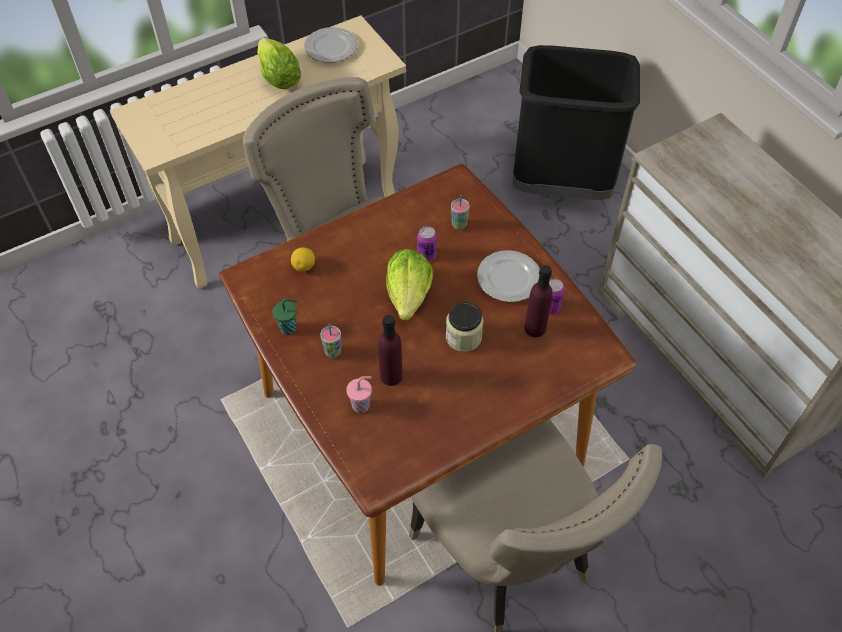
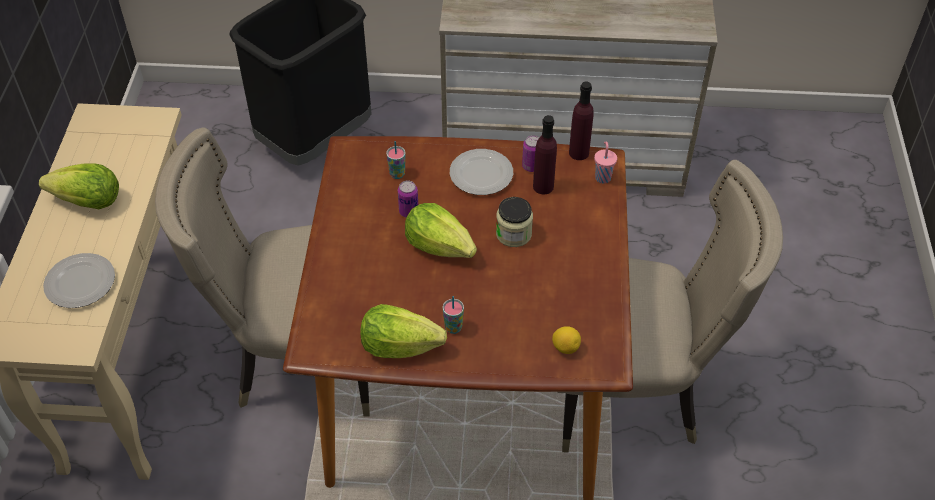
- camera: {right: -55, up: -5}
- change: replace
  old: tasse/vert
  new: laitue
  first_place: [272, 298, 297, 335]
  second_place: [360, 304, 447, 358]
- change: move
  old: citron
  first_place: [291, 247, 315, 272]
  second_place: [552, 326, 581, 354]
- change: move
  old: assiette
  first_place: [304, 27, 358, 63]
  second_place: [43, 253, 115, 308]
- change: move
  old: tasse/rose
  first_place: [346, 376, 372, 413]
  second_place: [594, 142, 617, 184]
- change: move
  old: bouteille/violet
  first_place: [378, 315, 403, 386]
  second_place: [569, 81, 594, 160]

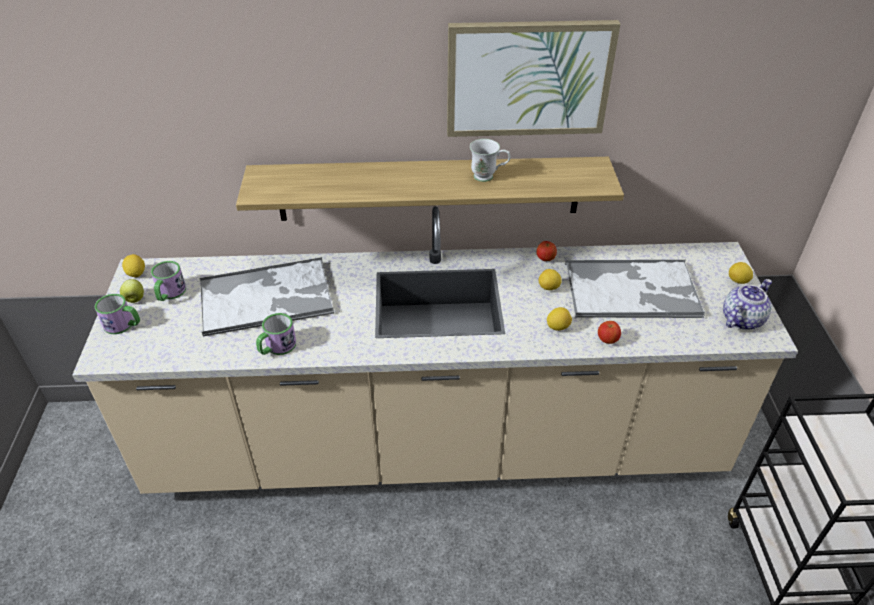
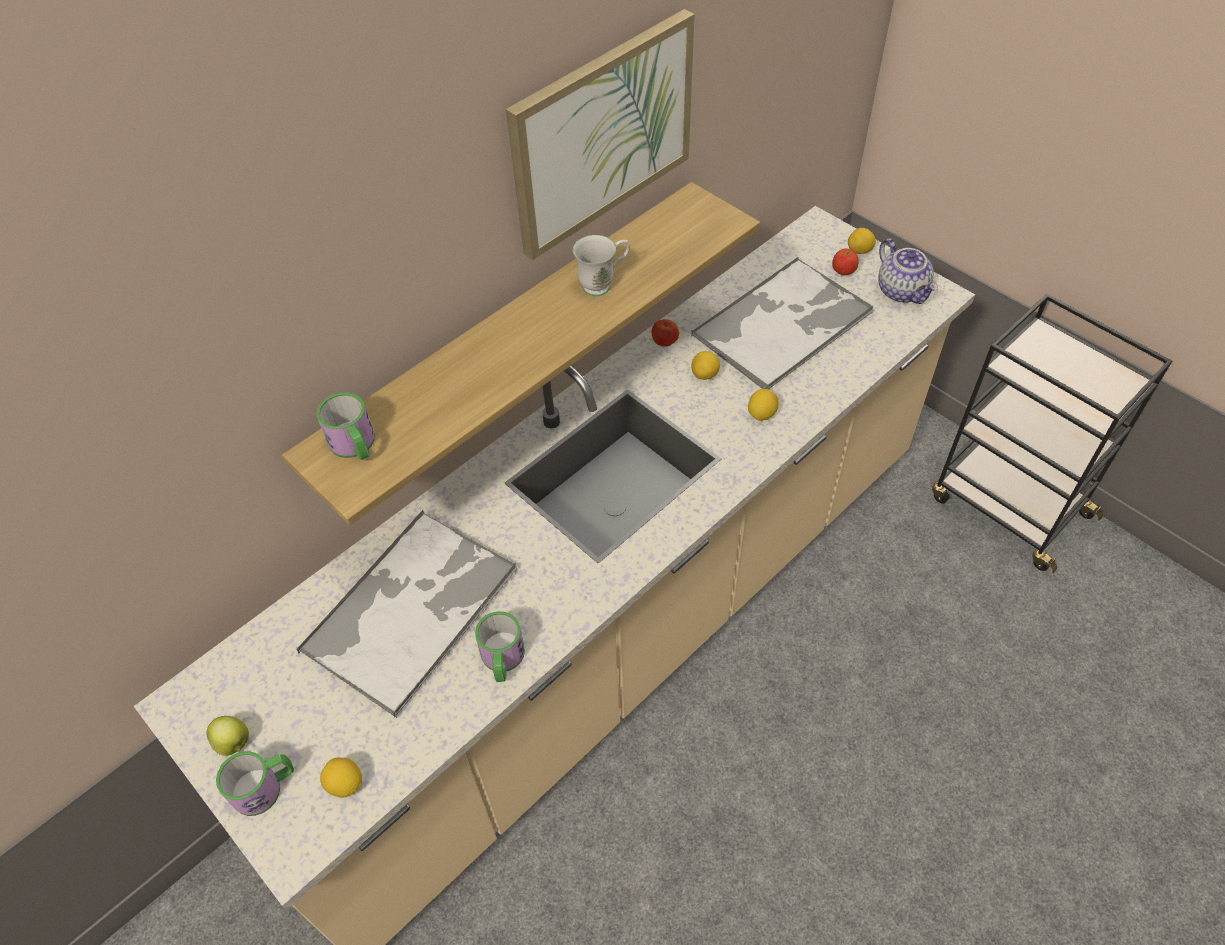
- camera: {right: -40, up: 10}
- change: move
  old: citron
  first_place: [122, 254, 145, 277]
  second_place: [320, 758, 362, 798]
- change: move
  old: mug
  first_place: [151, 261, 186, 301]
  second_place: [317, 392, 375, 460]
- change: move
  old: pomme
  first_place: [598, 321, 621, 344]
  second_place: [832, 248, 858, 275]
- change: rotate
  old: théière
  first_place: [723, 279, 772, 330]
  second_place: [878, 239, 938, 304]
  degrees: 150

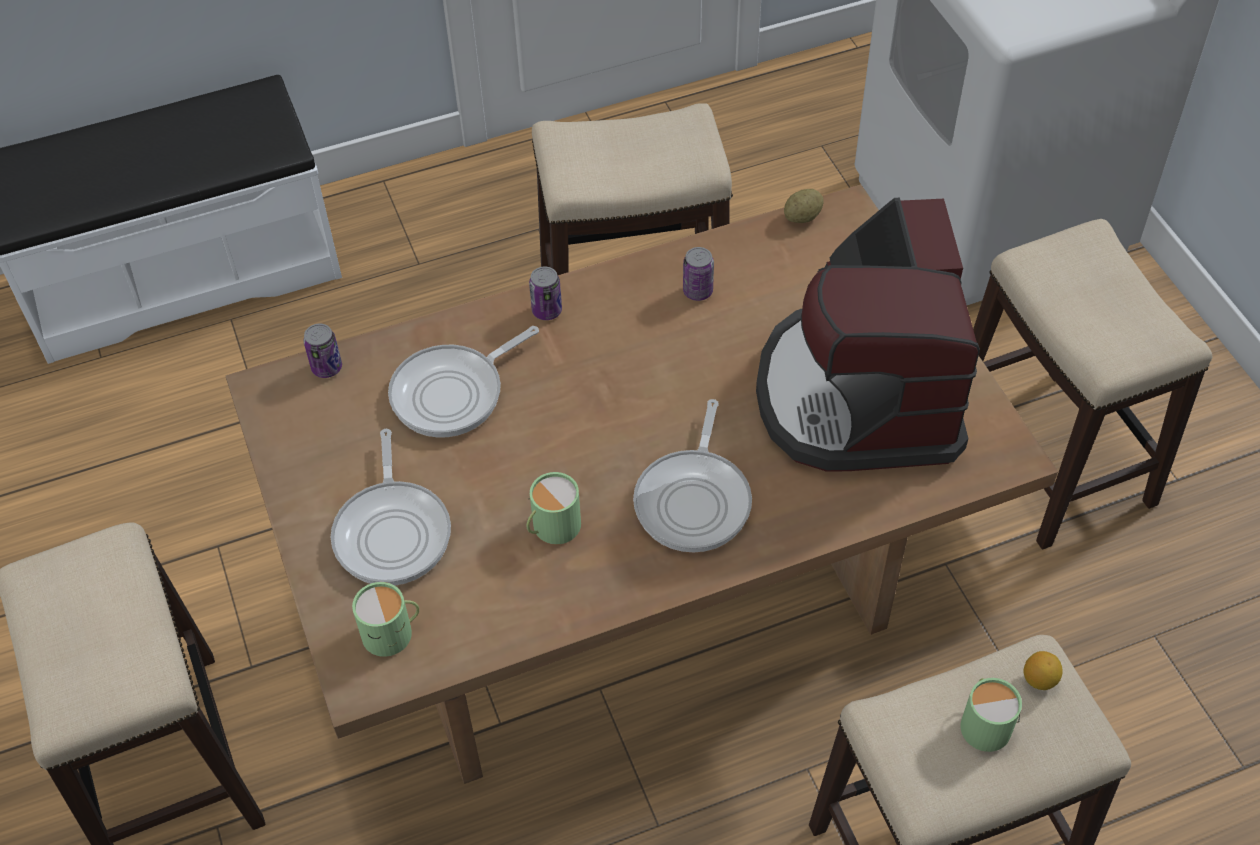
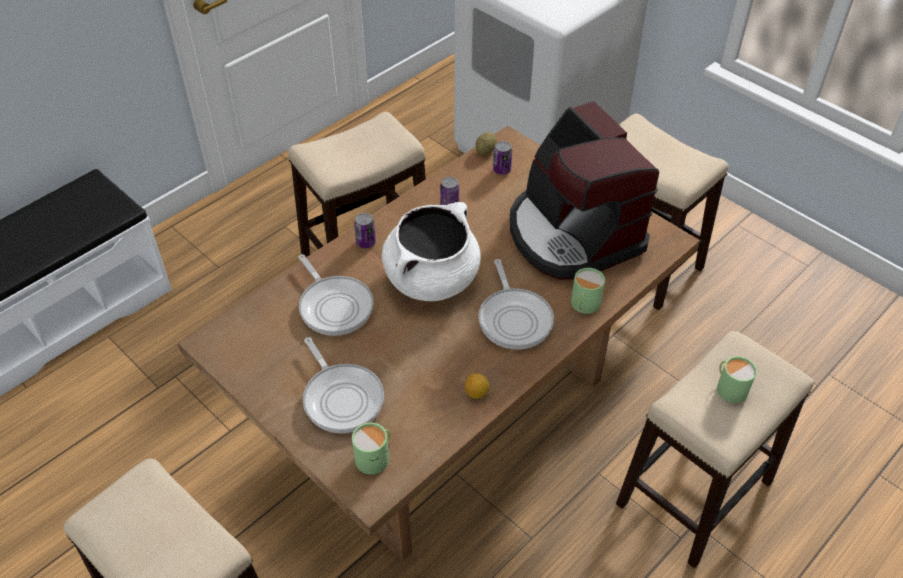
- camera: {right: -25, up: -5}
- change: move
  old: boîte métallique
  first_place: [304, 324, 342, 378]
  second_place: [493, 141, 512, 175]
- change: rotate
  old: poêle
  first_place: [388, 326, 539, 437]
  second_place: [298, 254, 374, 336]
  degrees: -60
- change: move
  old: mug/vert
  first_place: [527, 472, 581, 545]
  second_place: [571, 268, 605, 314]
- change: move
  old: citron
  first_place: [1024, 651, 1063, 690]
  second_place: [465, 373, 489, 399]
- change: insert
  new: marmite/blanc
  second_place: [382, 202, 481, 301]

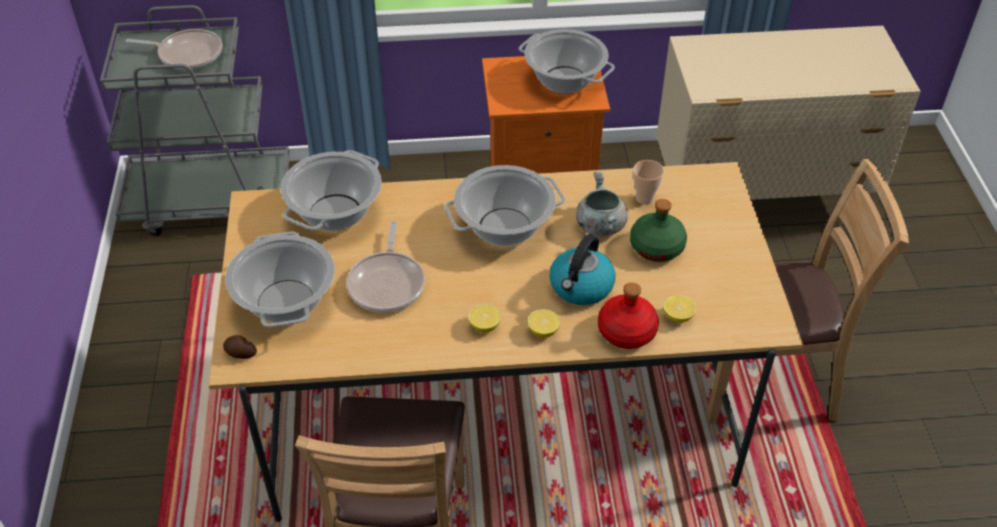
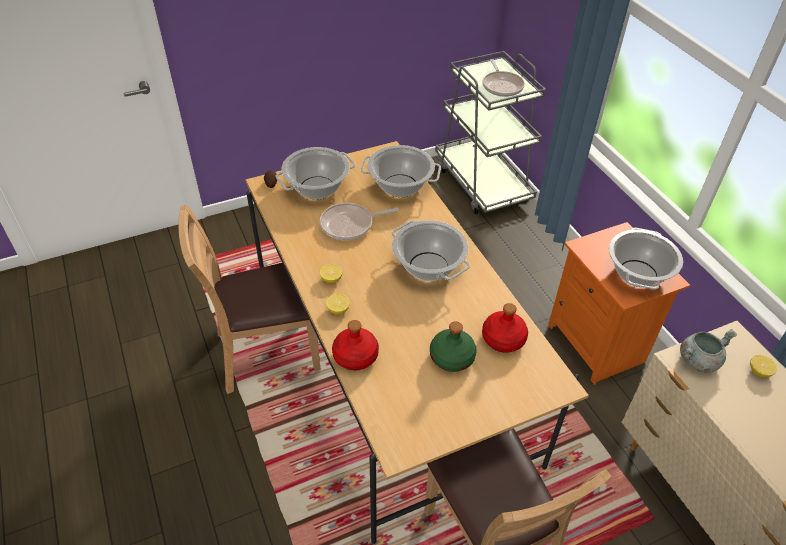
- camera: {right: 70, up: 0}
- change: delete
  old: bouilloire
  first_place: [549, 234, 615, 305]
- change: move
  old: marmite/gris
  first_place: [576, 172, 628, 236]
  second_place: [680, 329, 737, 373]
- change: replace
  old: tasse
  new: bouteille/rouge
  first_place: [633, 160, 664, 205]
  second_place: [482, 303, 528, 353]
- change: move
  old: citron
  first_place: [663, 295, 696, 323]
  second_place: [750, 355, 777, 377]

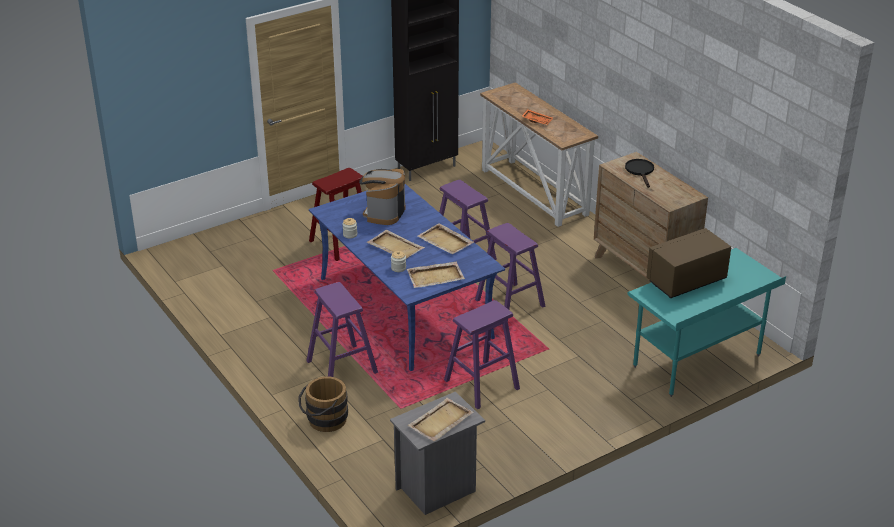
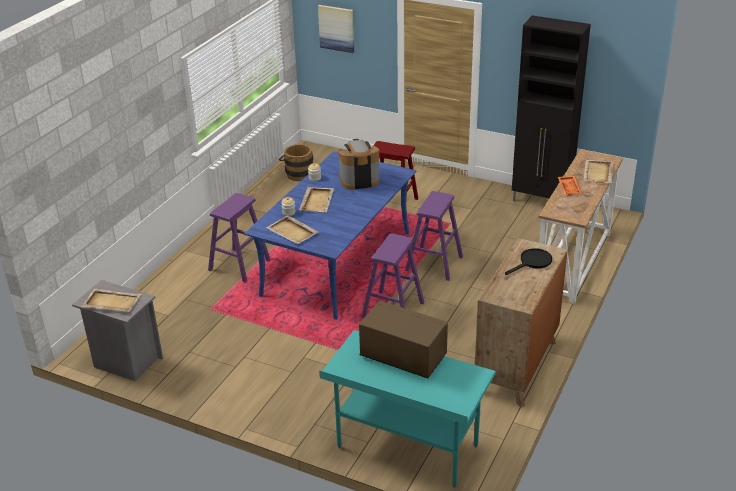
- camera: {right: 60, up: 0}
- change: move
  old: seau/marron
  first_place: [298, 377, 348, 432]
  second_place: [279, 144, 313, 181]
- change: move
  old: plateau/beige
  first_place: [417, 223, 474, 254]
  second_place: [583, 160, 613, 183]
- change: delete
  old: tabouret/violet
  first_place: [444, 300, 520, 410]
- change: insert
  new: tableau
  second_place: [318, 5, 354, 53]

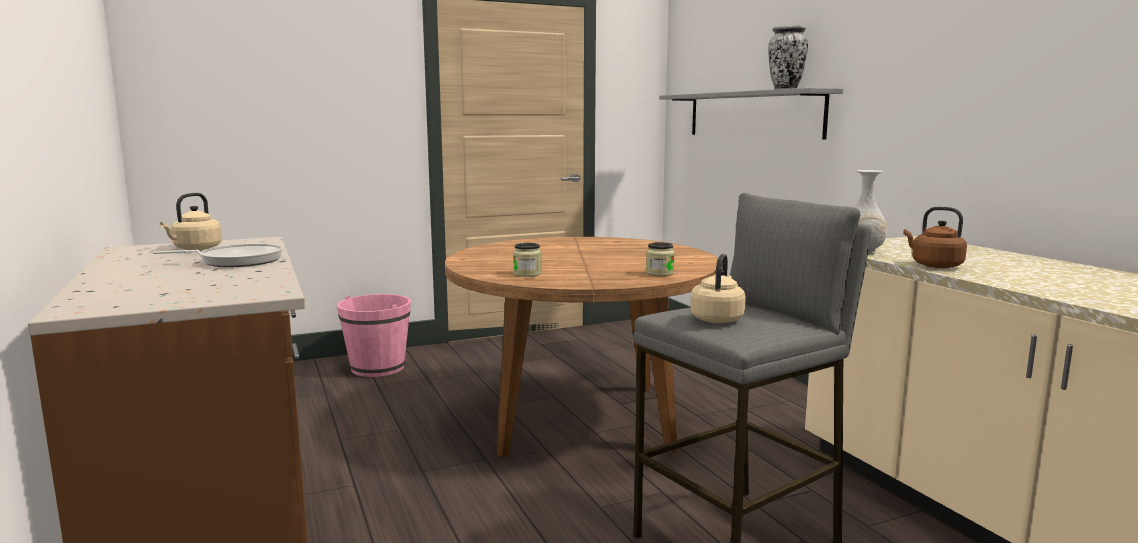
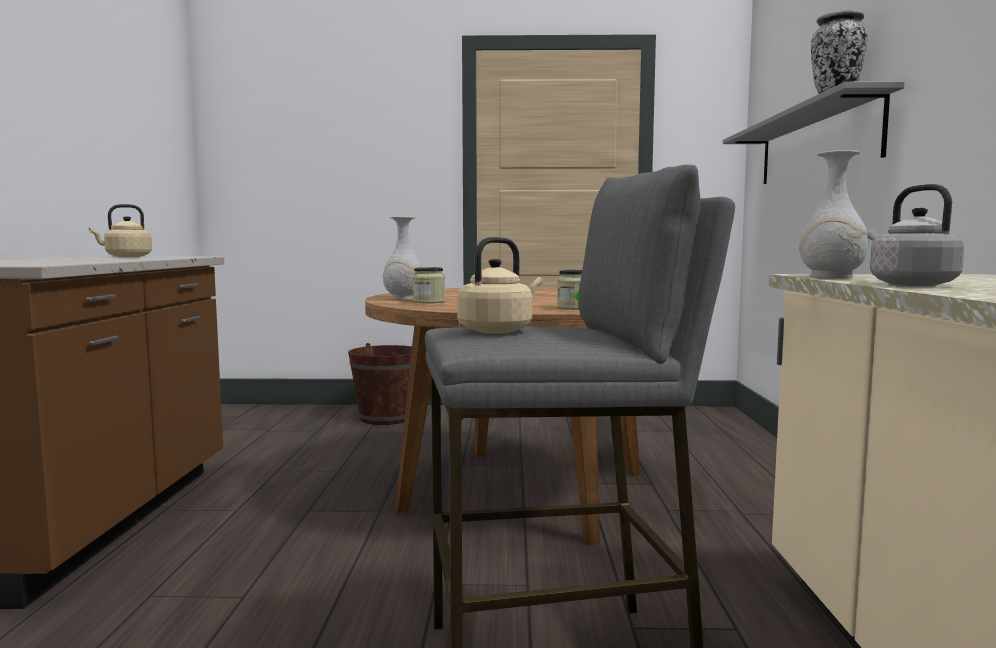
- camera: {right: 25, up: -5}
- change: delete
  old: poêle
  first_place: [152, 244, 283, 267]
- change: recolor
  old: seau/rose
  new: seau/marron
  first_place: [337, 294, 411, 377]
  second_place: [348, 343, 412, 425]
- change: recolor
  old: bouilloire/marron
  new: bouilloire/gris
  first_place: [903, 207, 967, 268]
  second_place: [867, 184, 964, 286]
- change: insert
  new: vase/blanc
  second_place: [383, 217, 422, 300]

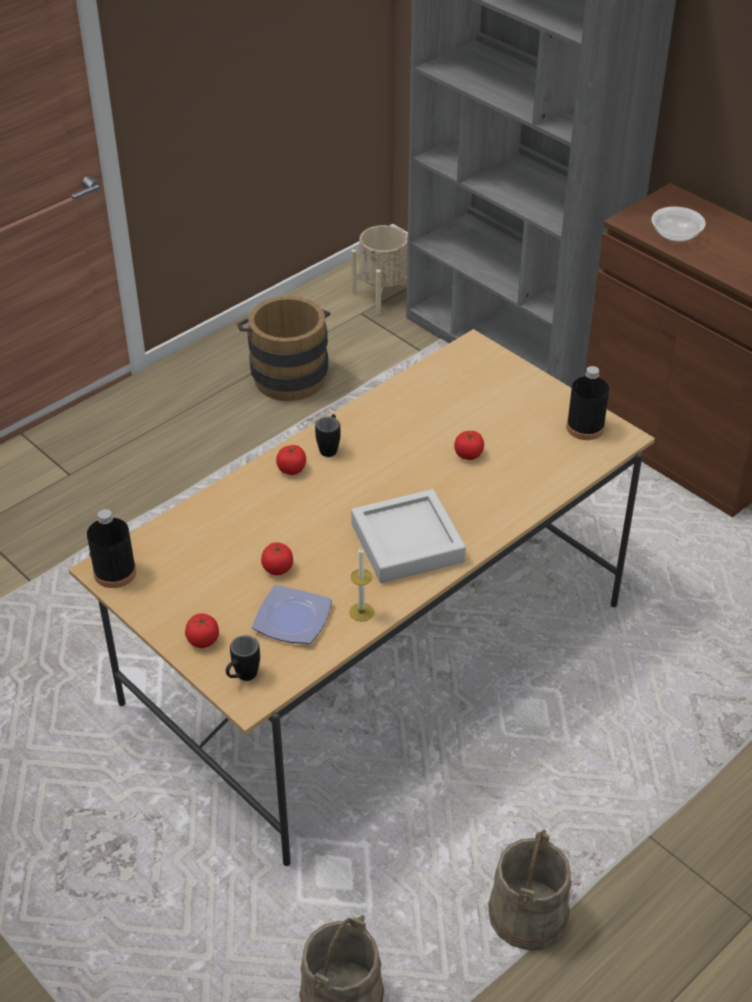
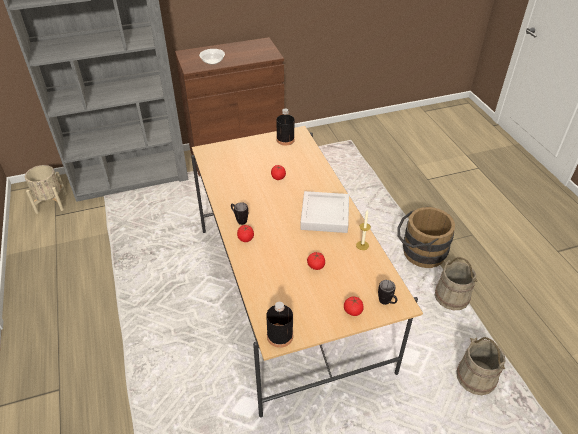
- camera: {right: -65, up: 0}
- change: move
  old: seau/marron
  first_place: [237, 296, 331, 401]
  second_place: [397, 206, 455, 268]
- change: delete
  old: assiette
  first_place: [252, 585, 332, 644]

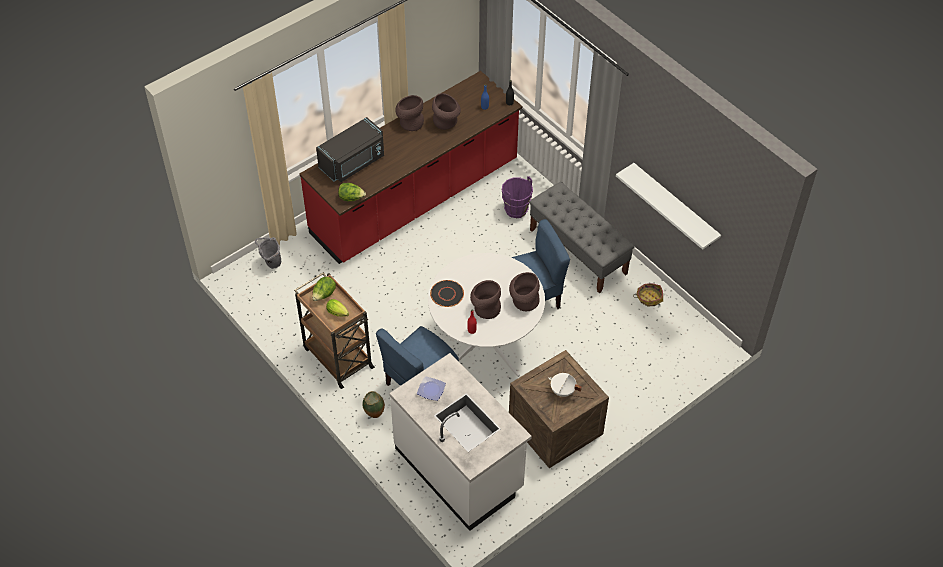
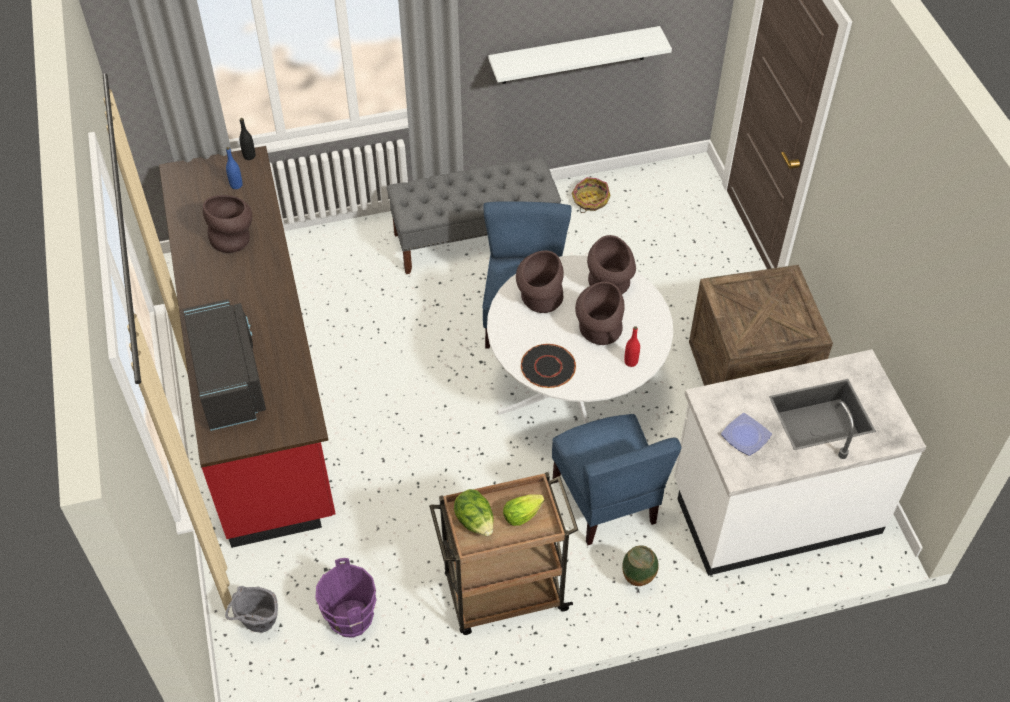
- camera: {right: -65, up: 0}
- change: delete
  old: laitue
  first_place: [338, 183, 366, 201]
- change: move
  old: vase/marron
  first_place: [395, 95, 424, 131]
  second_place: [516, 250, 564, 313]
- change: move
  old: seau/violet
  first_place: [502, 176, 533, 219]
  second_place: [315, 558, 377, 638]
- change: delete
  old: marmite/blanc
  first_place: [548, 373, 582, 397]

